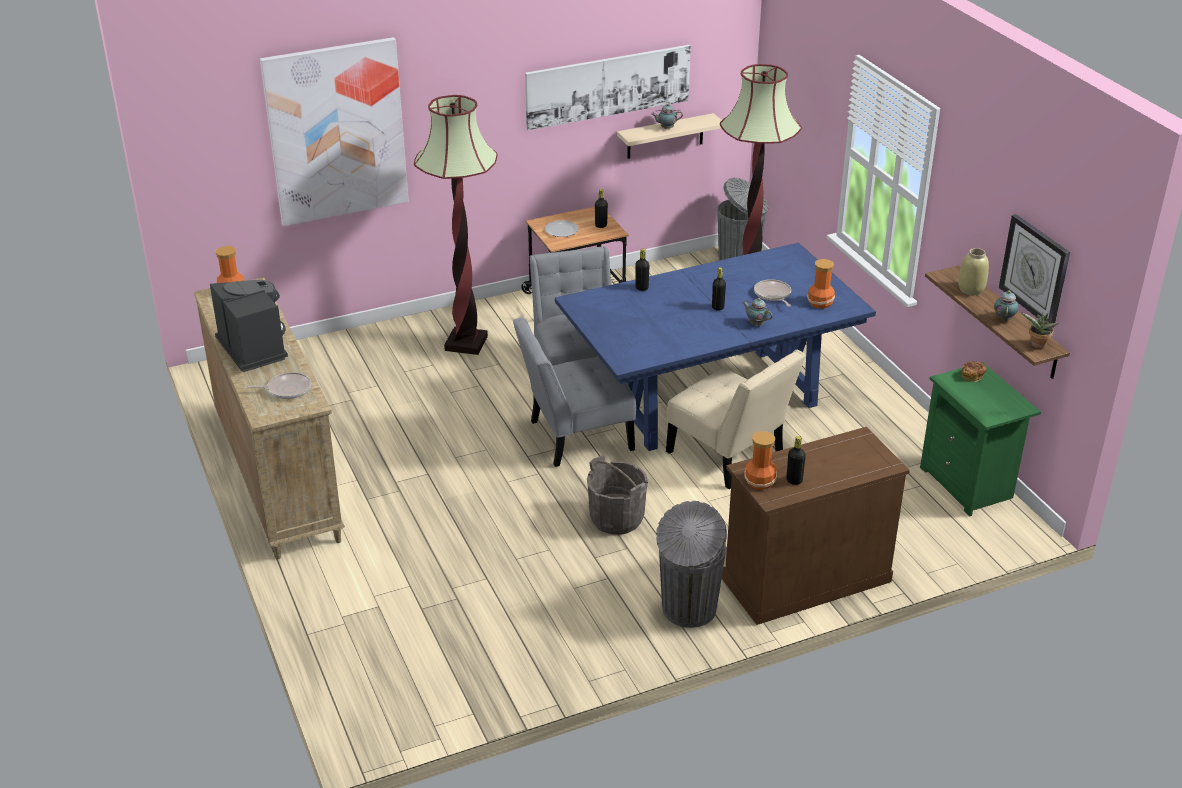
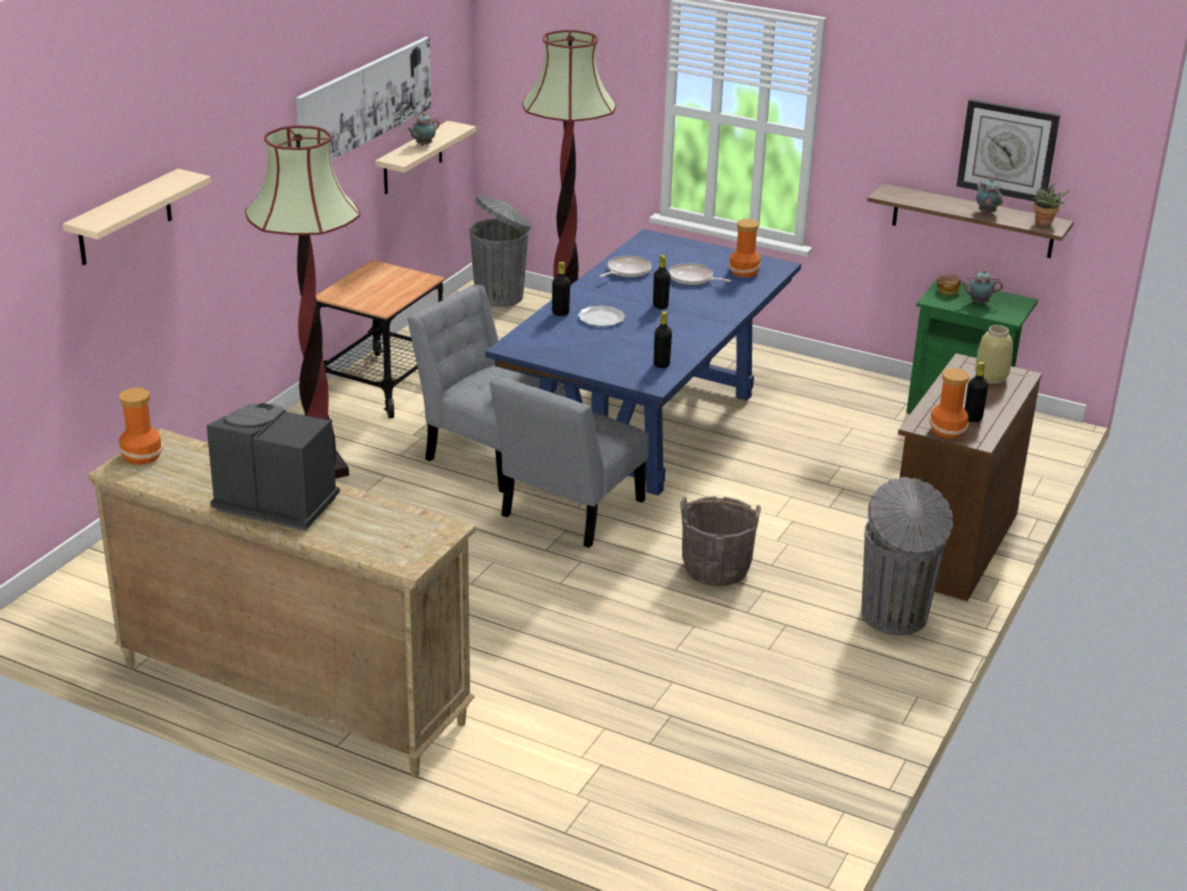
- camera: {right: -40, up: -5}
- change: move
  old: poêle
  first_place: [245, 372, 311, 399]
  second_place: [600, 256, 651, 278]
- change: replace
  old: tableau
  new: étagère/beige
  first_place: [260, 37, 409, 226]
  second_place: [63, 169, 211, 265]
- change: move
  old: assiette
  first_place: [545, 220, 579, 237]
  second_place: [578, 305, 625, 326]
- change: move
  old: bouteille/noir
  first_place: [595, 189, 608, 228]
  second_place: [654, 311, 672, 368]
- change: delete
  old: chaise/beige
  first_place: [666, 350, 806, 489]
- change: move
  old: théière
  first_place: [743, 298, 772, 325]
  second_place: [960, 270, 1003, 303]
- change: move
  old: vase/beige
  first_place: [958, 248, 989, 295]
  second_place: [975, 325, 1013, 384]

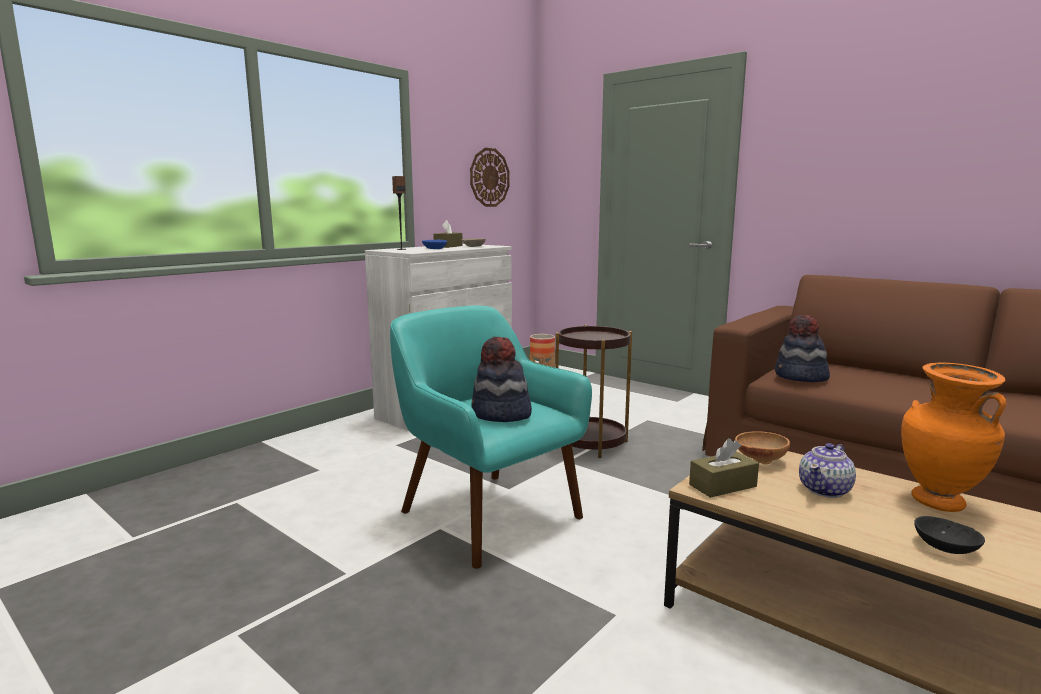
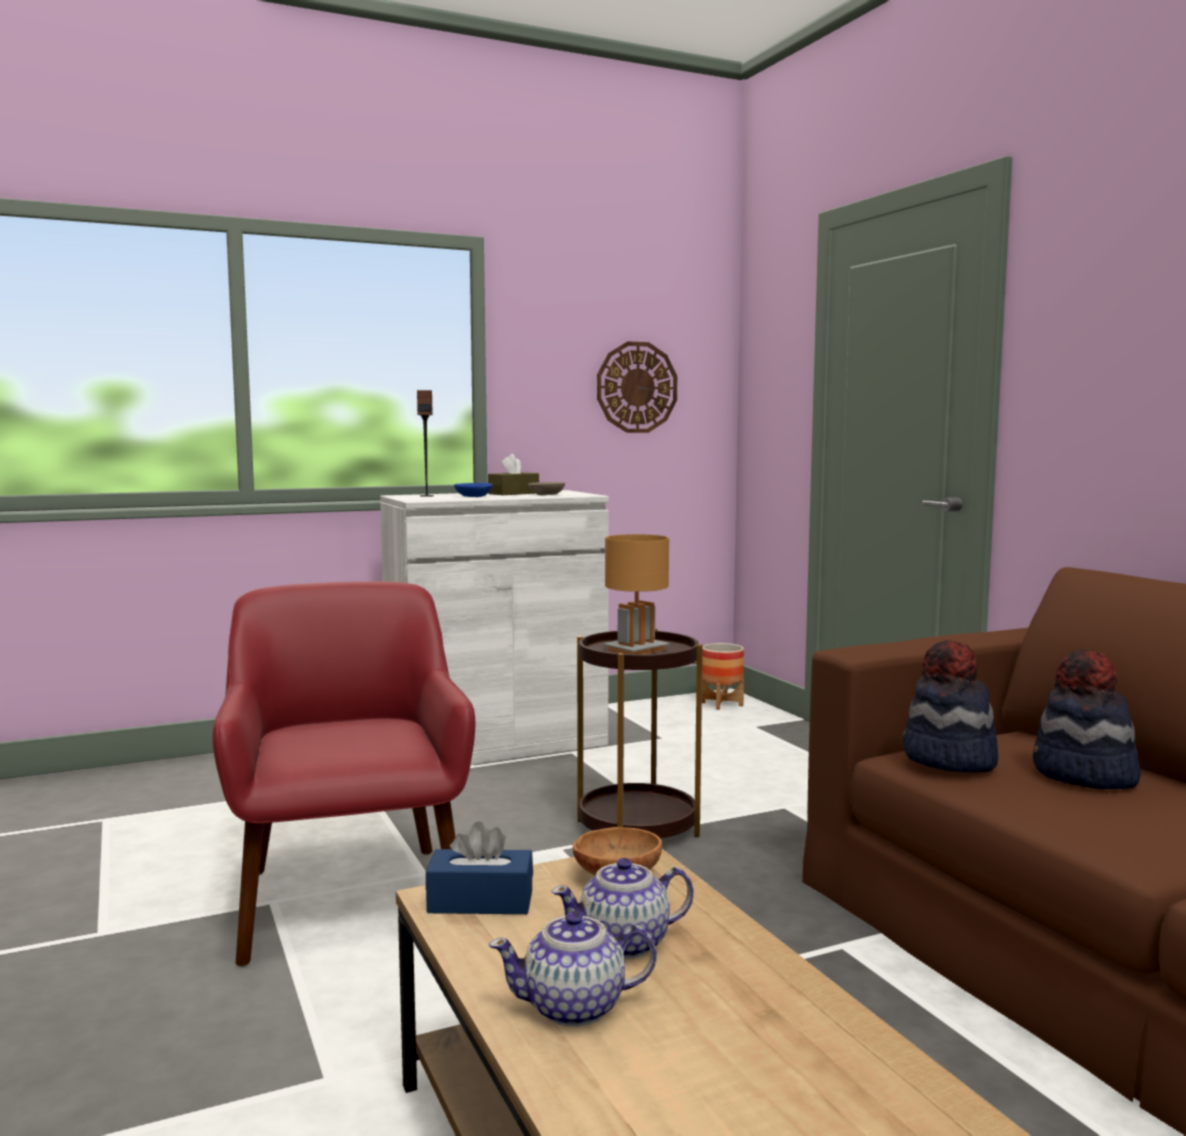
- camera: {right: 25, up: -5}
- change: recolor
  old: fauteuil/turquoise
  new: fauteuil/rouge
  first_place: [390, 306, 592, 569]
  second_place: [212, 581, 475, 967]
- change: move
  old: chapeau
  first_place: [471, 337, 532, 422]
  second_place: [1033, 650, 1141, 789]
- change: recolor
  old: boîte à mouchoirs/marron
  new: boîte à mouchoirs/bleu
  first_place: [689, 438, 759, 498]
  second_place: [426, 821, 533, 914]
- change: delete
  old: vase/orange
  first_place: [901, 363, 1006, 512]
- change: delete
  old: bol/noir
  first_place: [914, 516, 985, 554]
- change: insert
  new: théière
  second_place: [488, 911, 657, 1027]
- change: insert
  new: lampe de table/marron
  second_place: [603, 534, 670, 654]

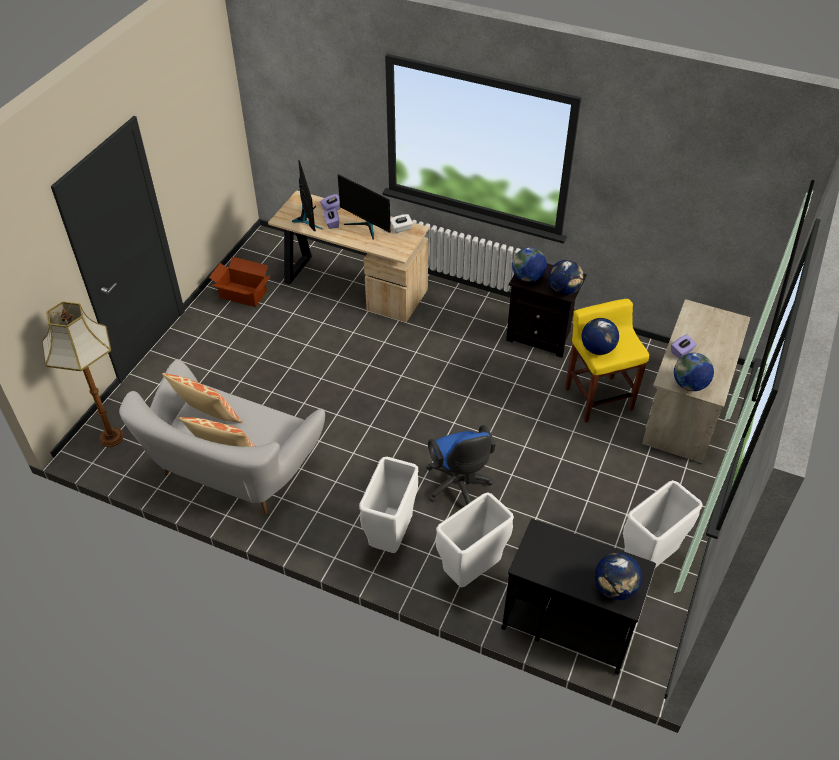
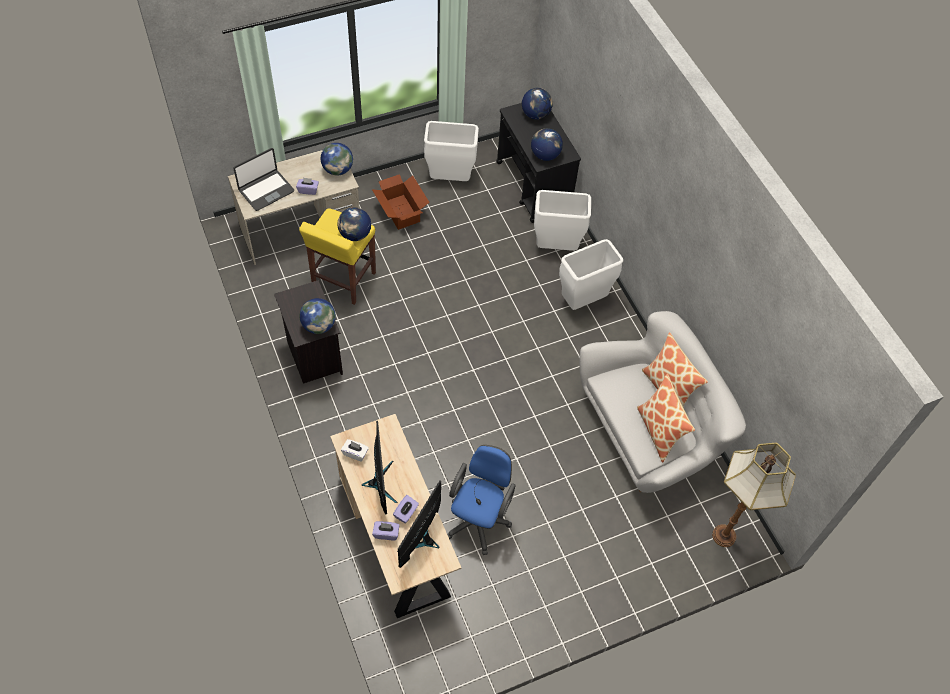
- camera: {right: -140, up: 10}
- change: move
  old: carton
  first_place: [209, 257, 271, 307]
  second_place: [372, 174, 430, 230]
- change: move
  old: chaise de bureau/bleu
  first_place: [426, 425, 496, 505]
  second_place: [447, 445, 515, 555]
- change: move
  old: globe
  first_place: [549, 260, 584, 295]
  second_place: [531, 128, 563, 161]
- change: insert
  new: ordinateur portable
  second_place: [233, 148, 294, 211]

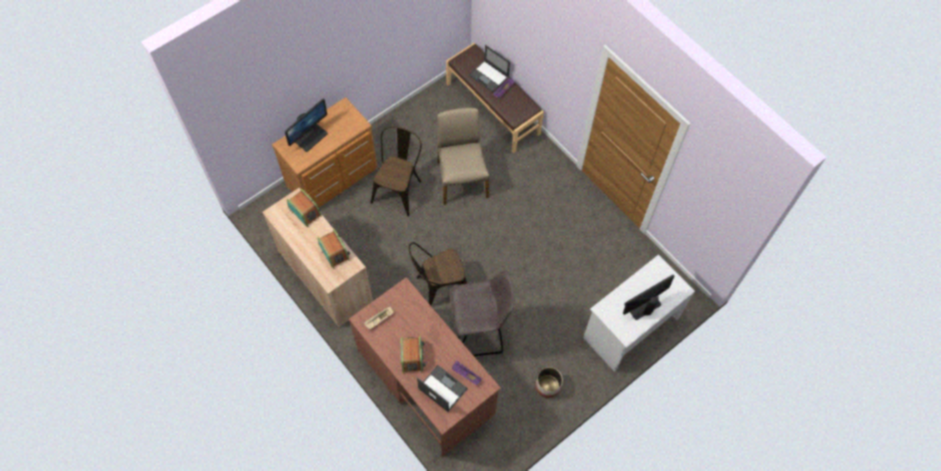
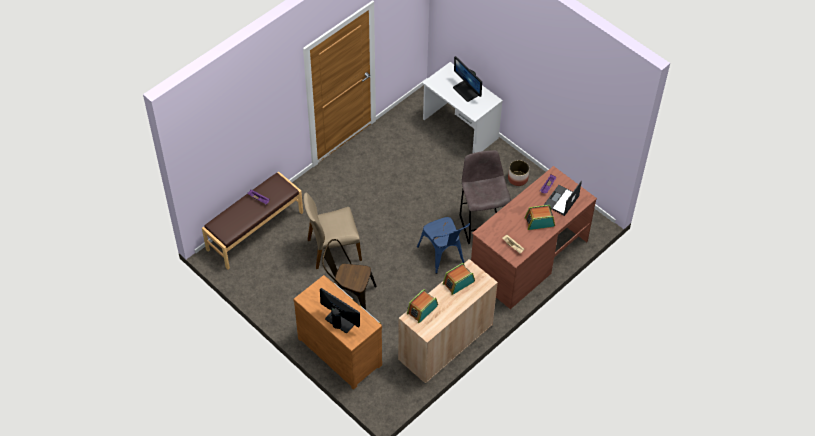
- camera: {right: -95, up: -10}
- change: recolor
  old: chaise/marron
  new: chaise/bleu
  first_place: [409, 242, 467, 305]
  second_place: [417, 217, 470, 274]
- change: delete
  old: ordinateur portable
  first_place: [469, 45, 510, 93]

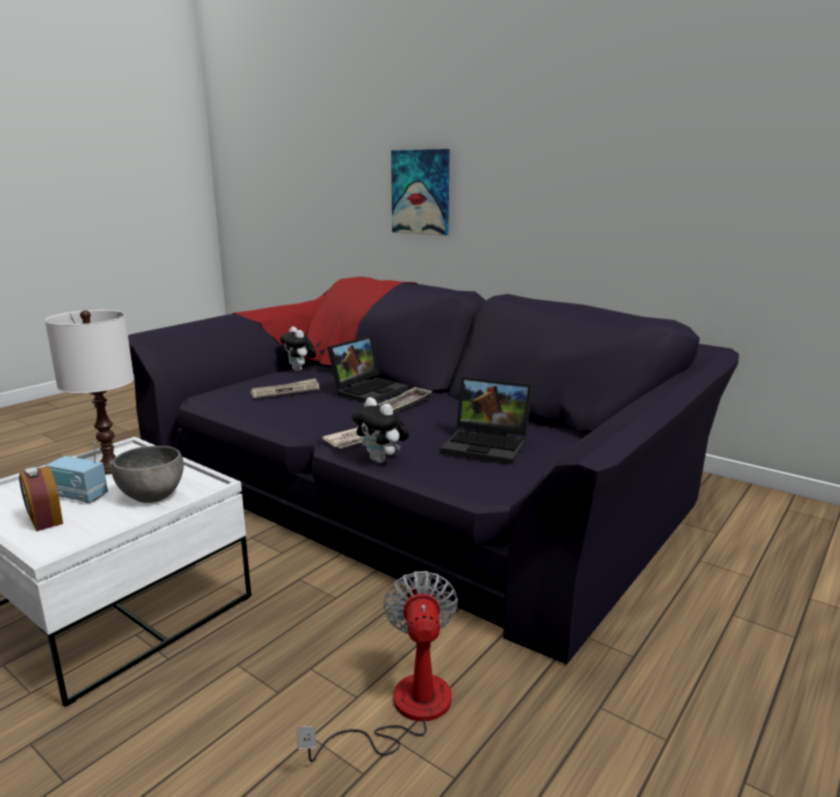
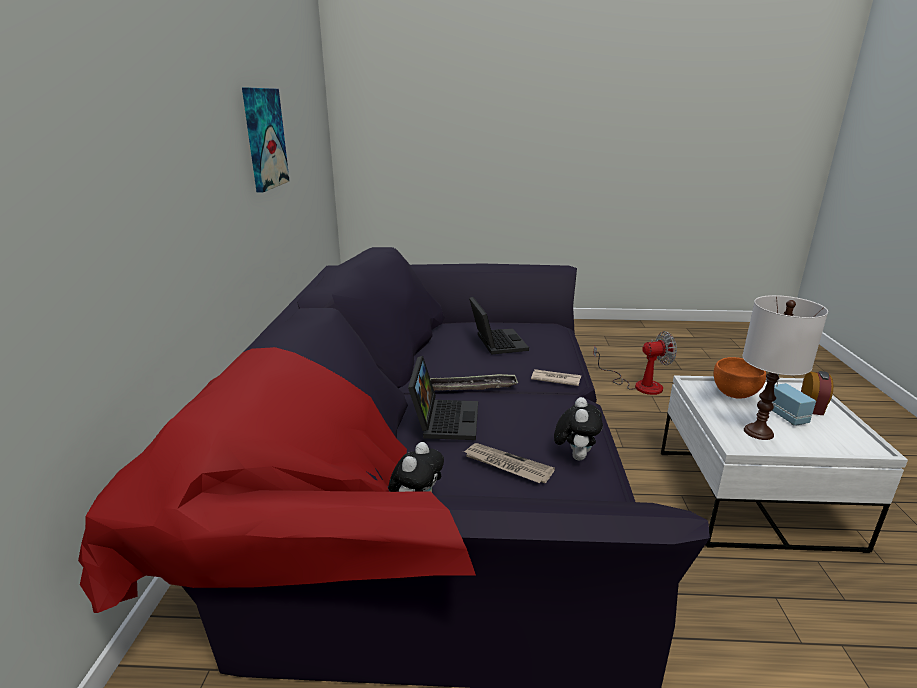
- camera: {right: -125, up: 5}
- change: recolor
  old: bol/gris
  new: bol/orange
  first_place: [111, 446, 184, 503]
  second_place: [714, 357, 766, 398]
- change: rotate
  old: ventilateur
  first_place: [296, 571, 458, 762]
  second_place: [593, 331, 677, 395]
  degrees: -150
- change: rotate
  old: ordinateur portable
  first_place: [327, 336, 408, 402]
  second_place: [408, 356, 478, 440]
  degrees: 90
- change: move
  old: peluche
  first_place: [352, 397, 409, 463]
  second_place: [554, 397, 603, 460]
- change: move
  old: tableau
  first_place: [391, 149, 450, 236]
  second_place: [242, 88, 290, 193]

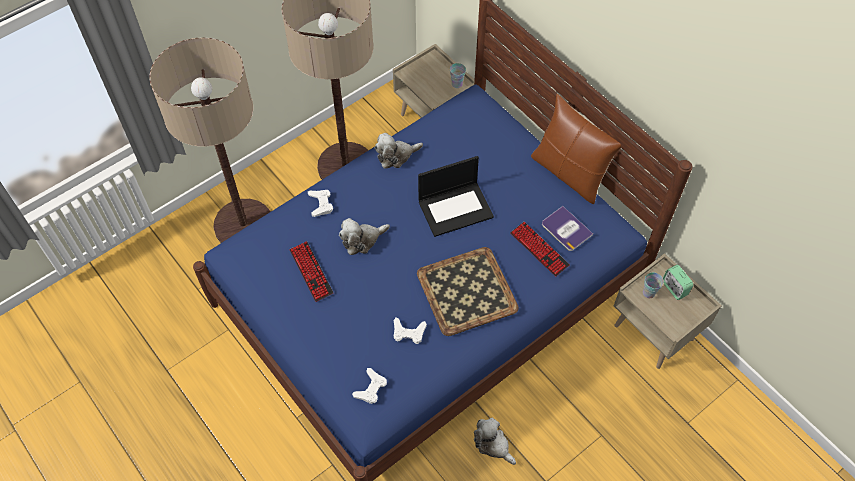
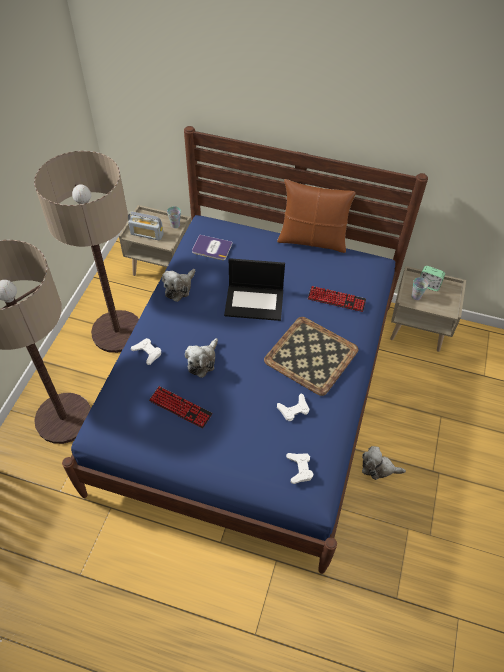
- camera: {right: -35, up: -5}
- change: rotate
  old: ordinateur portable
  first_place: [418, 156, 494, 237]
  second_place: [224, 258, 285, 321]
  degrees: 60
- change: move
  old: livre
  first_place: [542, 206, 593, 251]
  second_place: [192, 235, 233, 260]
- change: insert
  new: radio
  second_place: [128, 212, 164, 241]

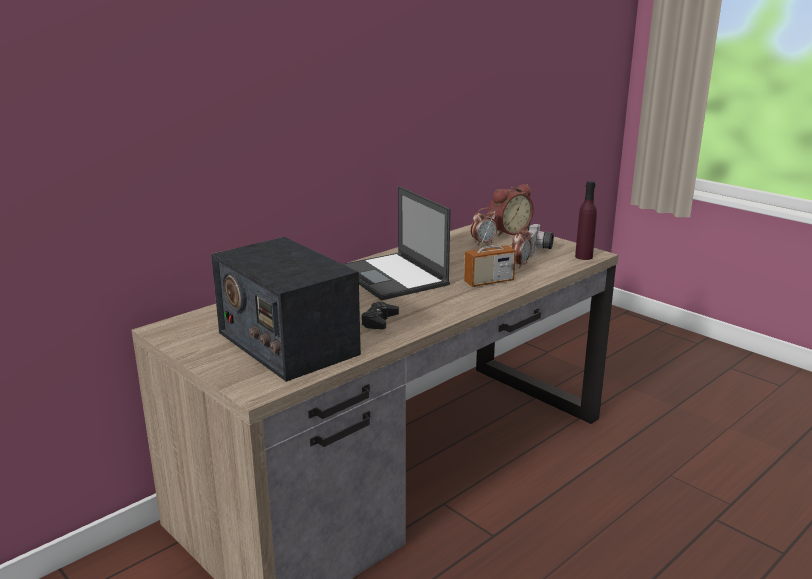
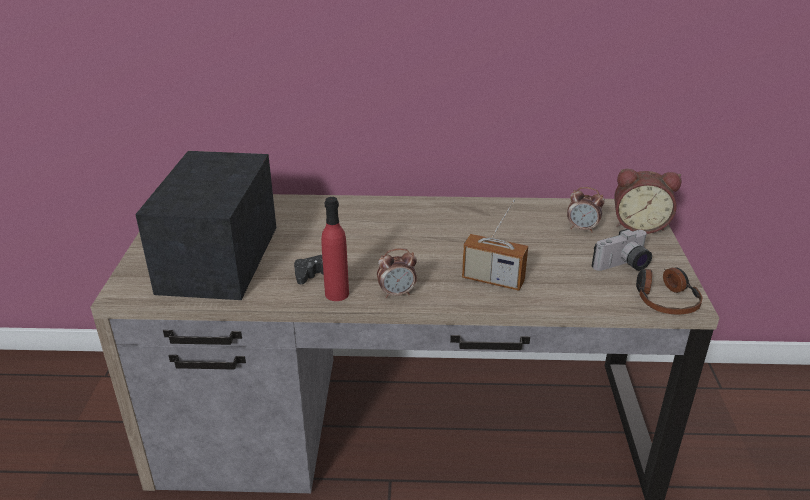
- camera: {right: 45, up: 10}
- change: delete
  old: ordinateur portable
  first_place: [343, 186, 451, 301]
- change: move
  old: réveil
  first_place: [511, 227, 531, 268]
  second_place: [377, 248, 417, 298]
- change: replace
  old: bouteille/violet
  new: casque audio
  first_place: [575, 181, 597, 260]
  second_place: [636, 267, 703, 314]
- change: insert
  new: bouteille/rouge
  second_place: [321, 197, 349, 301]

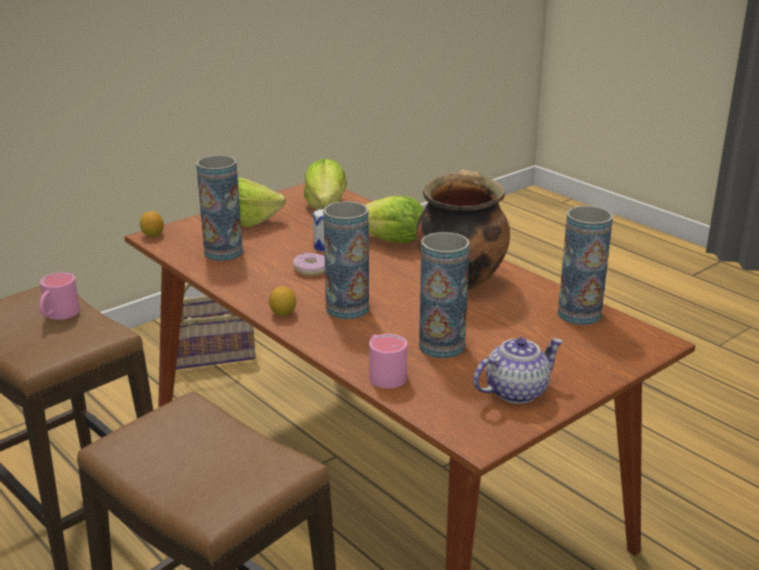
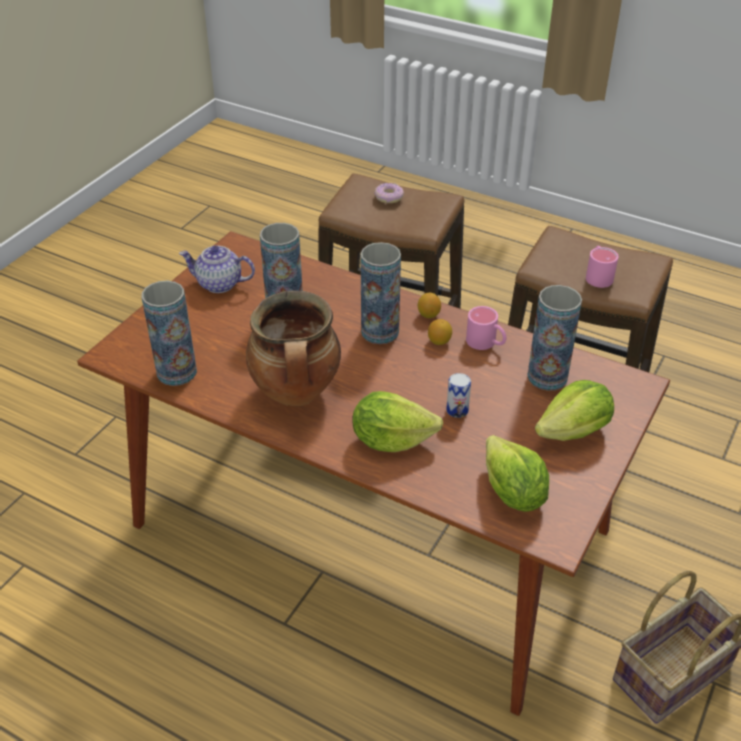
- camera: {right: 160, up: 15}
- change: move
  old: citron
  first_place: [140, 211, 164, 237]
  second_place: [428, 319, 452, 345]
- change: move
  old: beignet
  first_place: [293, 253, 325, 276]
  second_place: [374, 183, 404, 203]
- change: move
  old: mug/rose
  first_place: [369, 334, 407, 388]
  second_place: [466, 306, 506, 350]
- change: rotate
  old: théière
  first_place: [473, 337, 563, 404]
  second_place: [179, 245, 255, 293]
  degrees: 60

